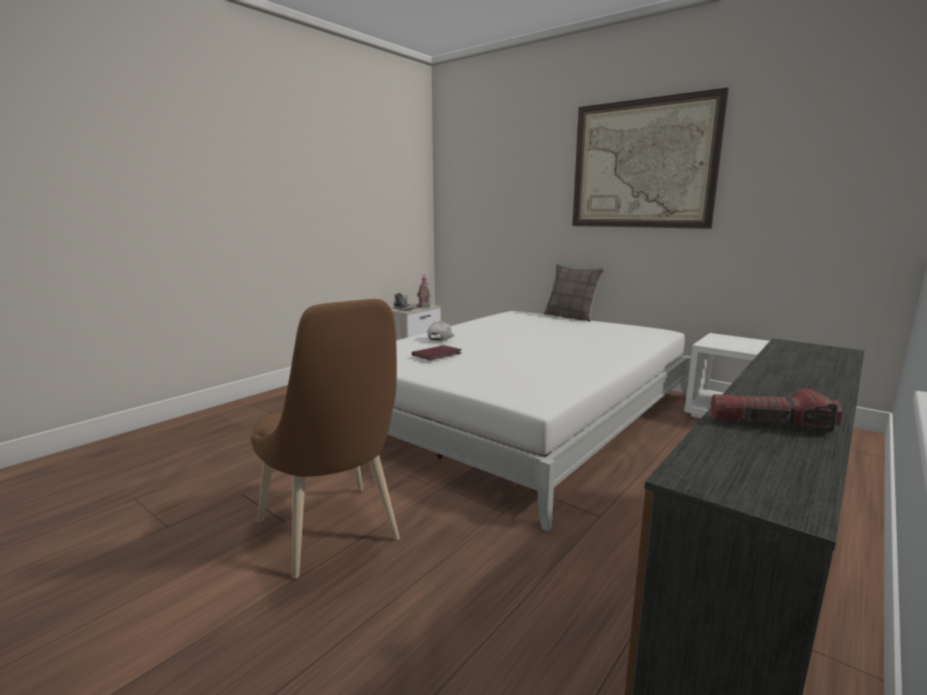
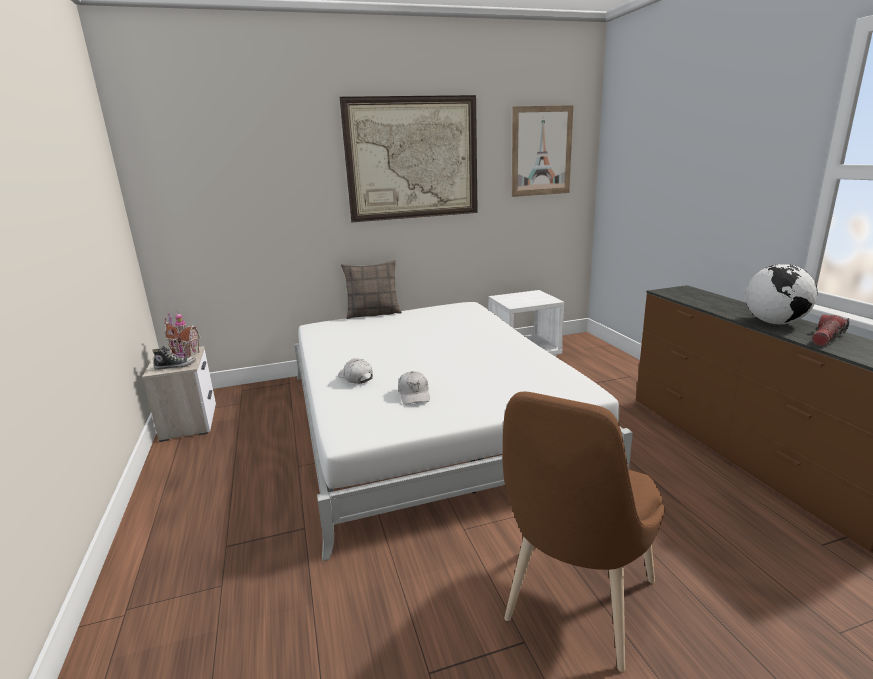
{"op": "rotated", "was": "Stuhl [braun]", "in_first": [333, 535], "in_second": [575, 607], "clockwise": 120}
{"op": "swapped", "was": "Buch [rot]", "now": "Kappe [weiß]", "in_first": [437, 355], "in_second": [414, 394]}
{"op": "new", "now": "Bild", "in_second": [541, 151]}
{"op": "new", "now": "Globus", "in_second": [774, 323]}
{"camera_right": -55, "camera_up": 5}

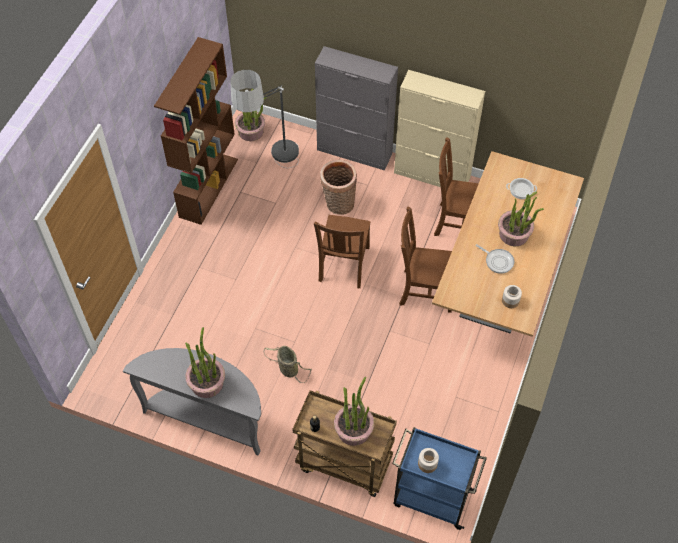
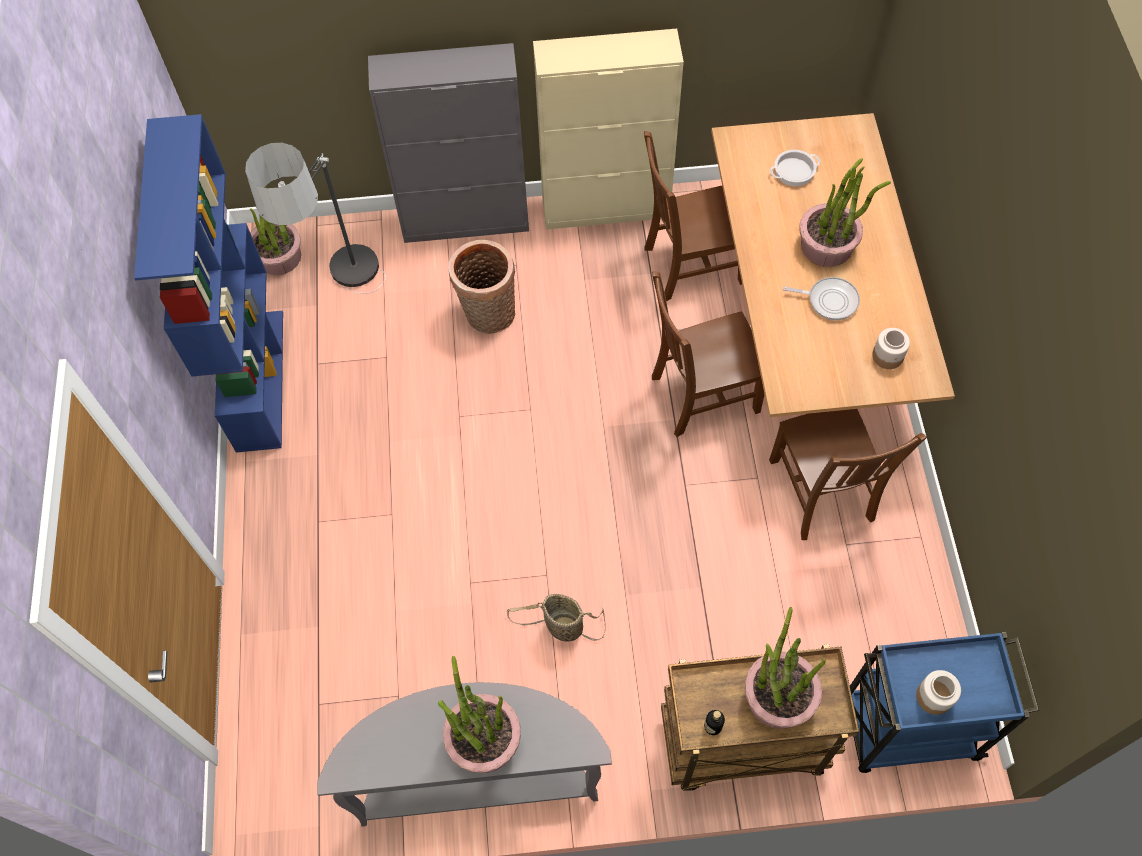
{"op": "repainted", "was": "Bücherregal [braun]", "now": "Bücherregal [blau]", "in_first": [208, 187], "in_second": [259, 379]}
{"op": "shifted", "was": "Stuhl [braun]", "in_first": [343, 265], "in_second": [822, 493]}
{"camera_right": -25, "camera_up": 5}

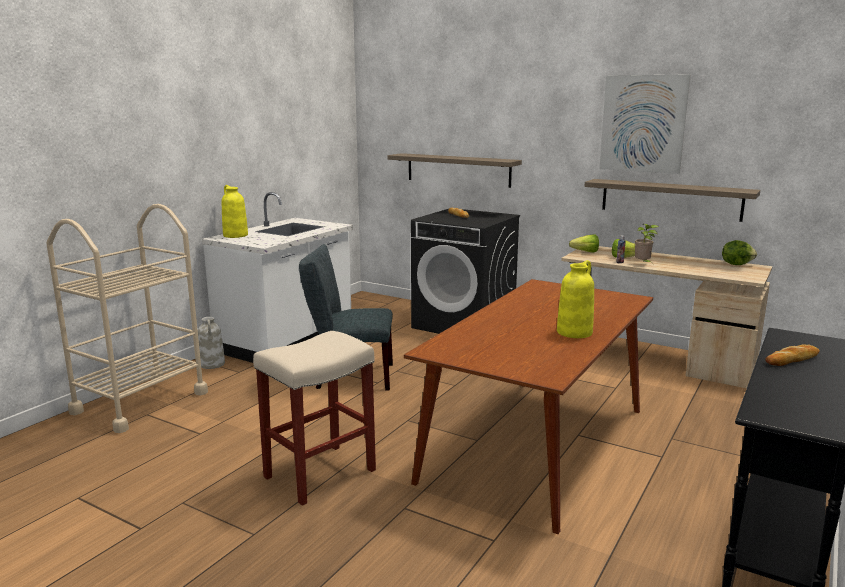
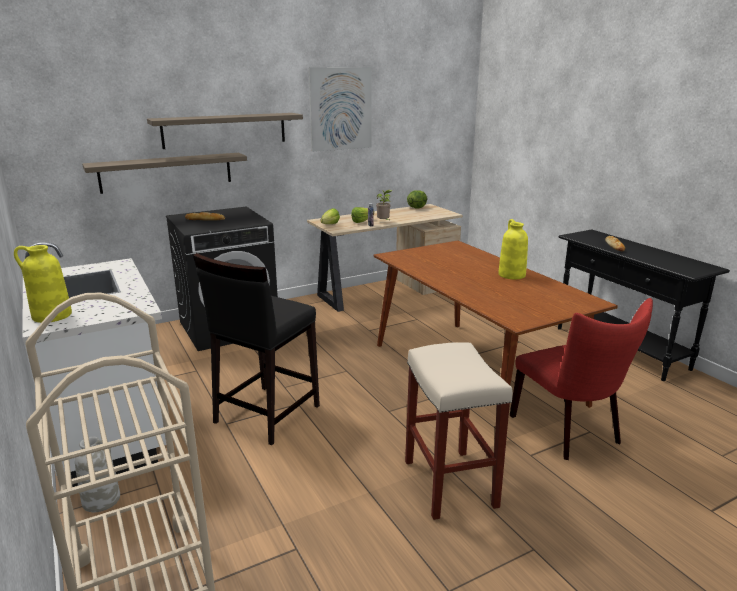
{"op": "swapped", "was": "Stuhl [grau]", "now": "Hocker [schwarz]", "in_first": [349, 376], "in_second": [266, 414]}
{"op": "shifted", "was": "Wandregal", "in_first": [670, 199], "in_second": [225, 130]}
{"op": "new", "now": "Stuhl [rot]", "in_second": [570, 432]}
{"camera_right": -60, "camera_up": 5}

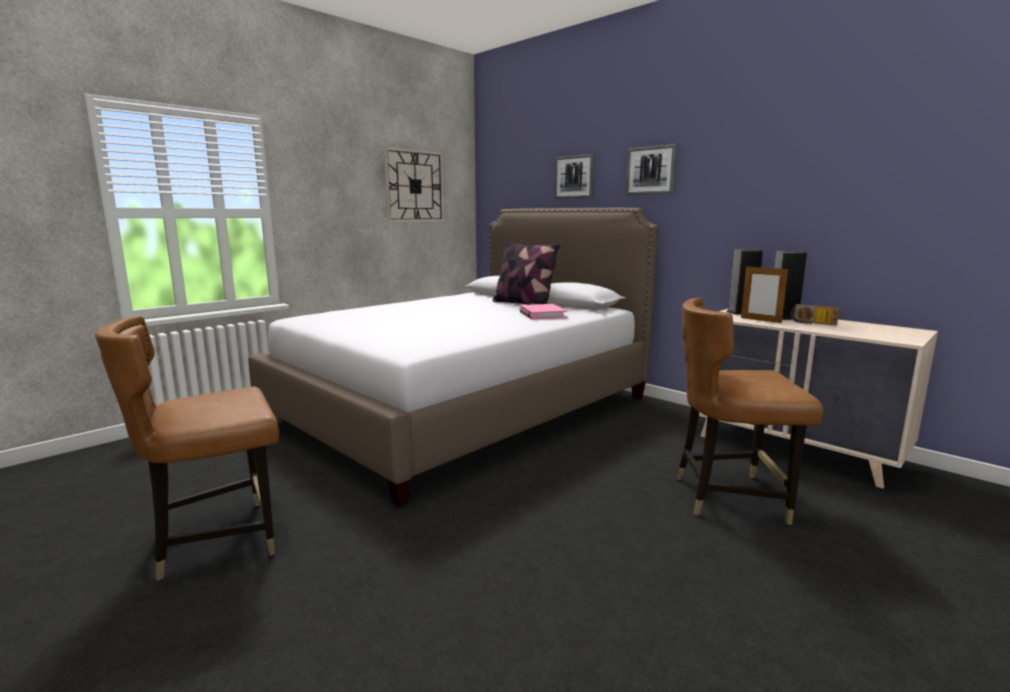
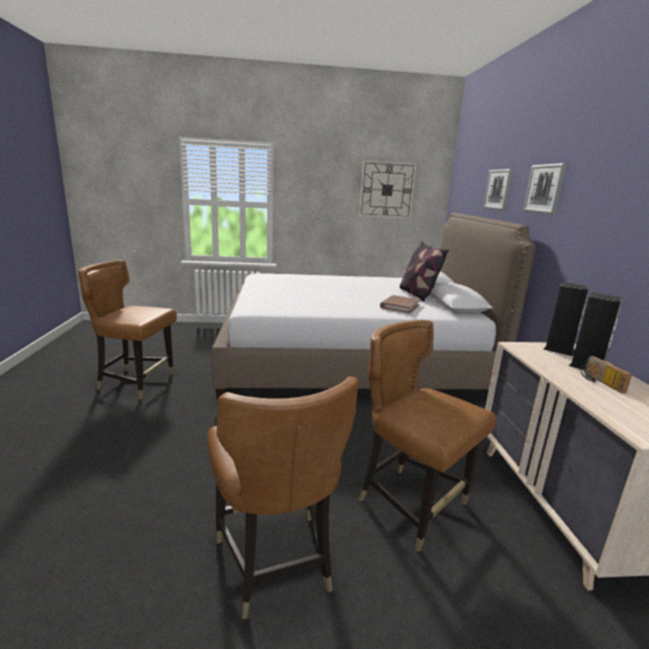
{"op": "repainted", "was": "Buch [rosa]", "now": "Buch [braun]", "in_first": [542, 314], "in_second": [400, 306]}
{"op": "gone", "was": "Bilderrahmen", "in_first": [760, 320]}
{"op": "new", "now": "Stuhl [braun]", "in_second": [275, 561]}
{"camera_right": 40, "camera_up": 5}

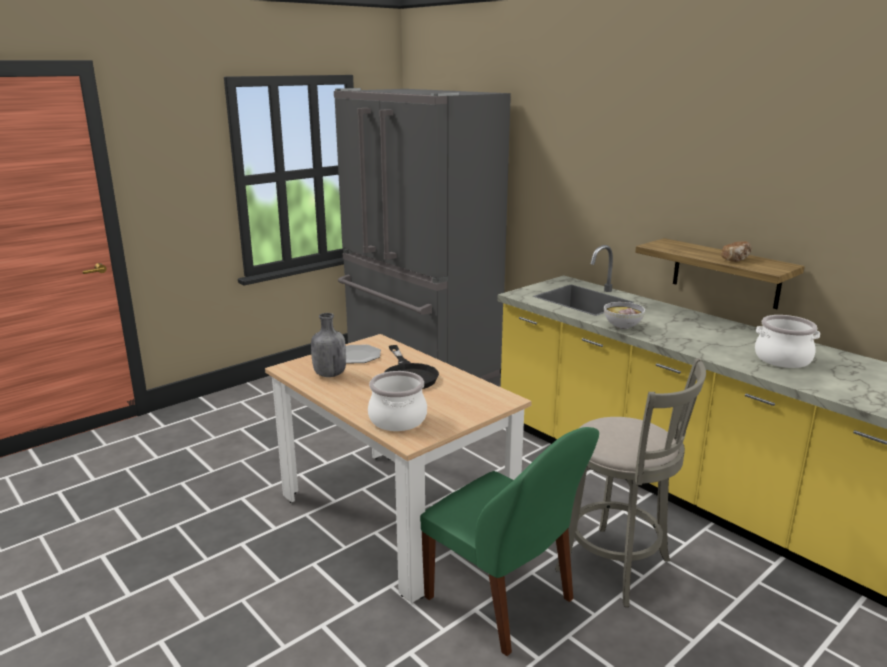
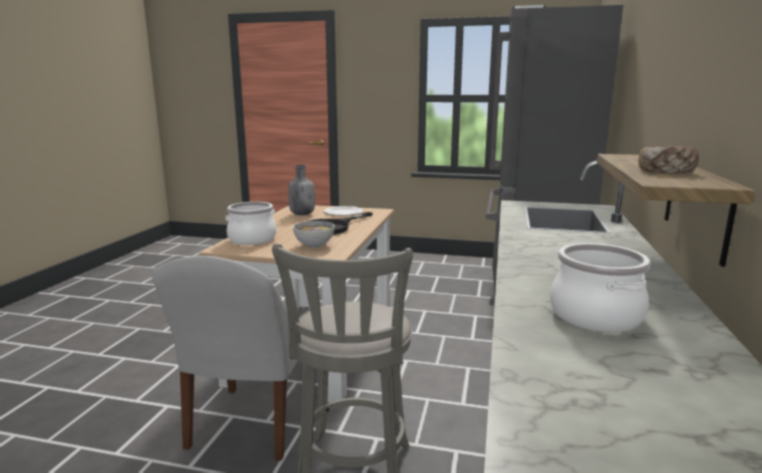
{"op": "repainted", "was": "Stuhl [grün]", "now": "Stuhl [weiß]", "in_first": [502, 601], "in_second": [251, 424]}
{"op": "shifted", "was": "Schüssel", "in_first": [622, 327], "in_second": [314, 245]}
{"camera_right": 55, "camera_up": -5}

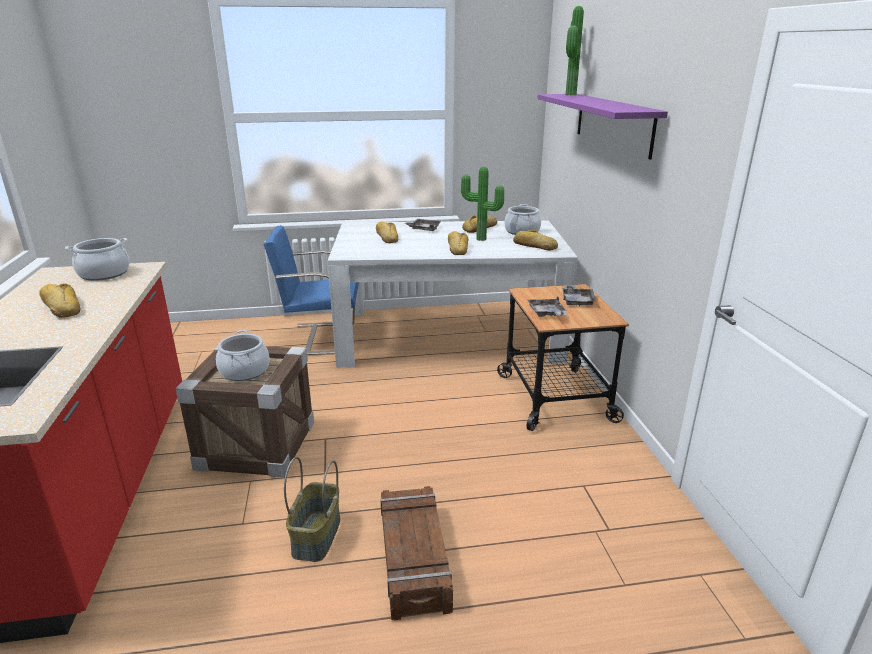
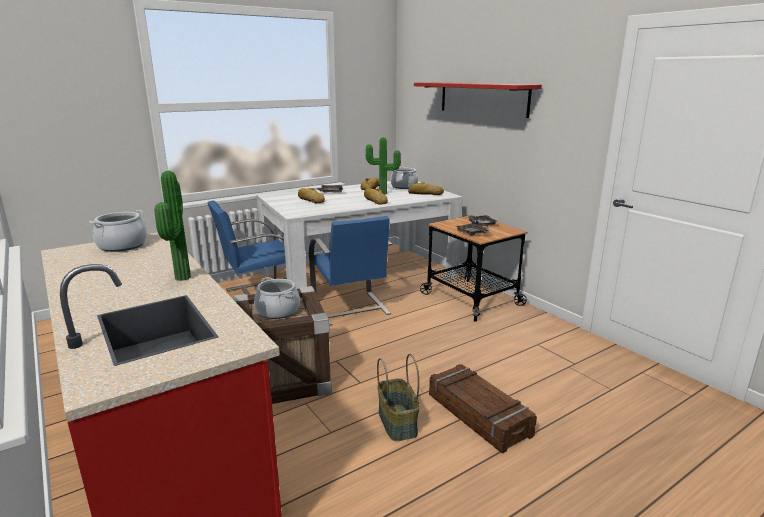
{"op": "gone", "was": "Brot", "in_first": [62, 307]}
{"op": "repainted", "was": "Wandregal [lila]", "now": "Wandregal [rot]", "in_first": [613, 123], "in_second": [482, 98]}
{"op": "shifted", "was": "Topfpflanze", "in_first": [568, 94], "in_second": [179, 278]}
{"op": "new", "now": "Stuhl [blau]", "in_second": [350, 309]}
{"camera_right": -25, "camera_up": -5}

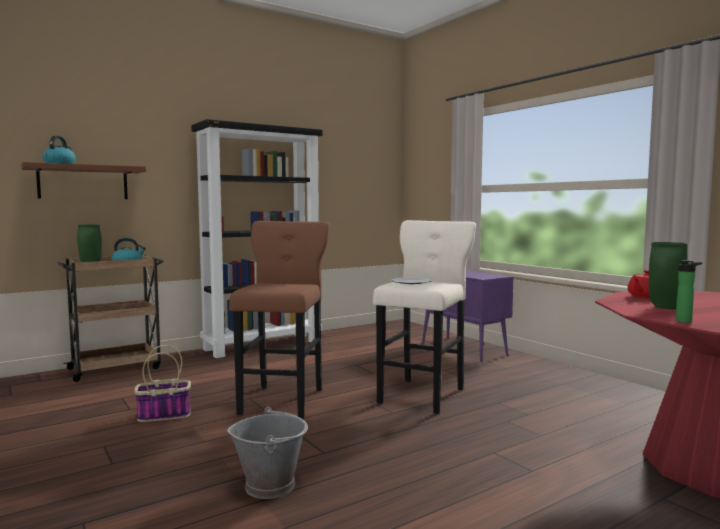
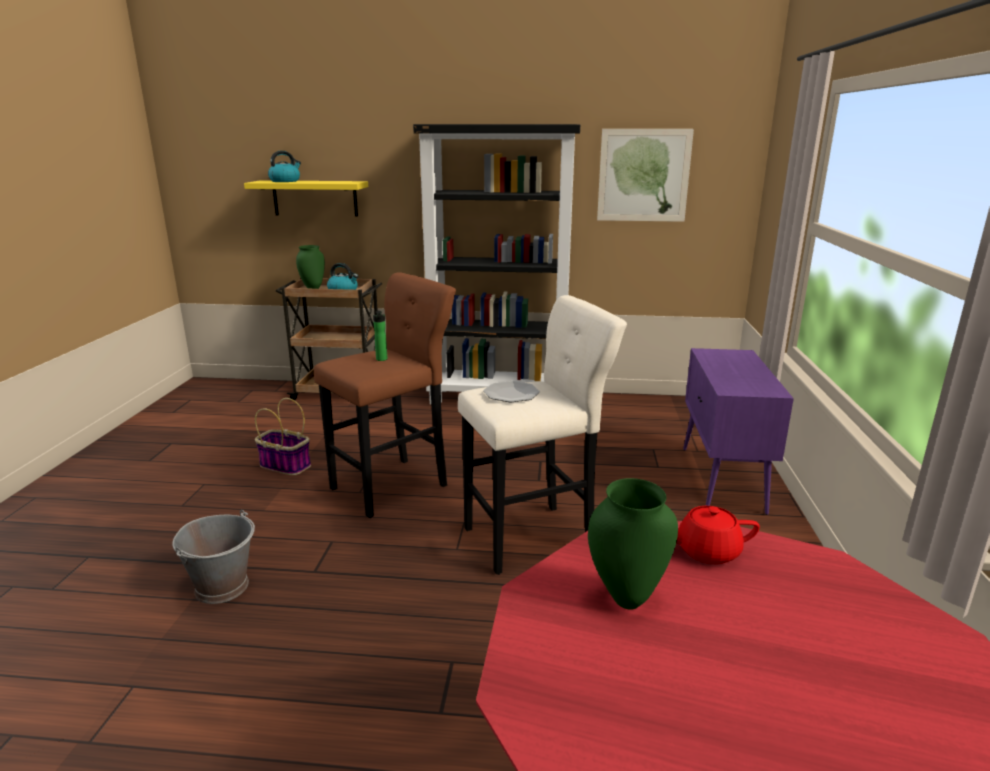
{"op": "repainted", "was": "Wandregal [braun]", "now": "Wandregal [gelb]", "in_first": [83, 182], "in_second": [315, 198]}
{"op": "shifted", "was": "Flasche", "in_first": [686, 321], "in_second": [382, 360]}
{"op": "new", "now": "Bild", "in_second": [643, 175]}
{"camera_right": 40, "camera_up": 15}

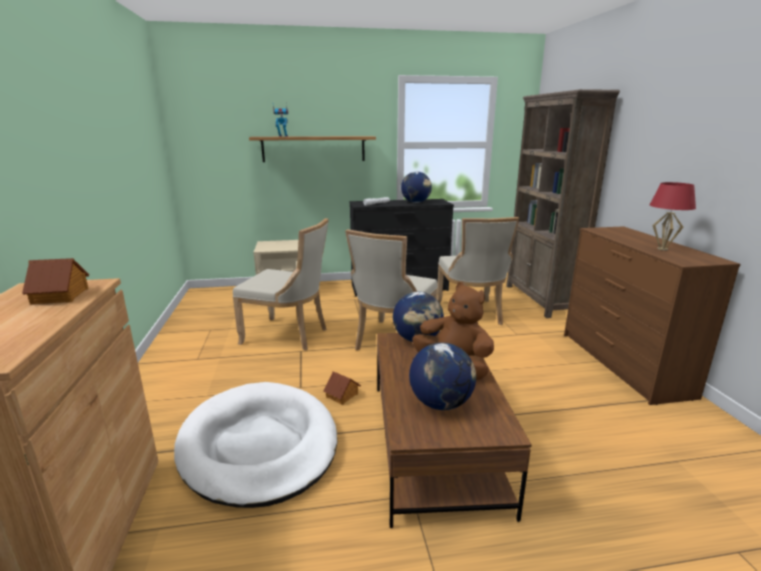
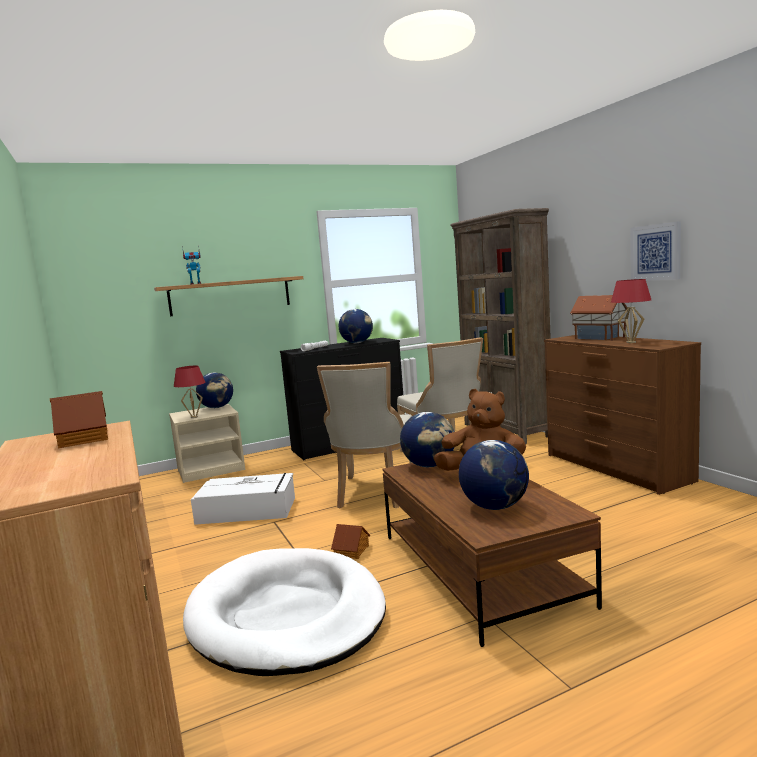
{"op": "swapped", "was": "Stuhl [beige]", "now": "Aufbewahrungsbox [weiß]", "in_first": [288, 335], "in_second": [248, 510]}
{"op": "new", "now": "Tischlampe [rot]", "in_second": [194, 417]}
{"op": "new", "now": "Globus", "in_second": [217, 407]}
{"op": "new", "now": "Spielzeughaus", "in_second": [599, 338]}
{"op": "new", "now": "Bild", "in_second": [655, 252]}
{"camera_right": -15, "camera_up": -10}

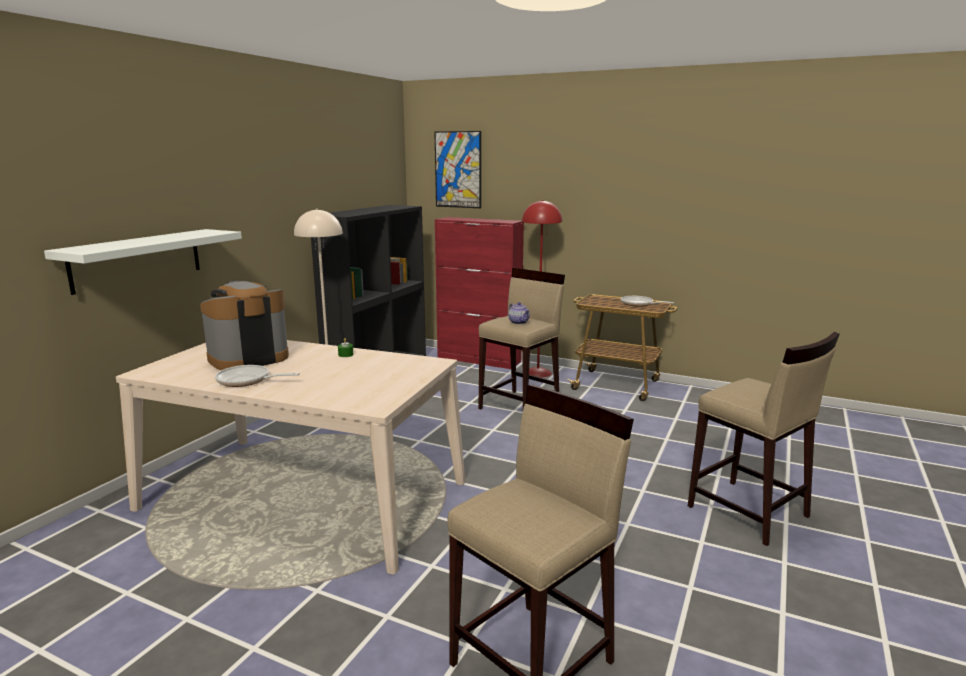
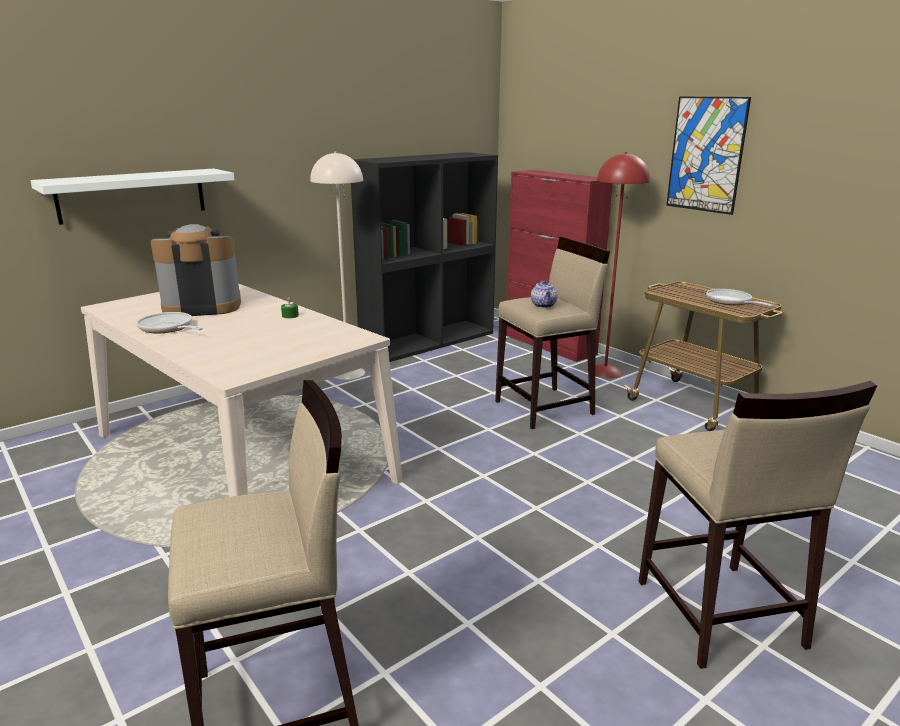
{"op": "shifted", "was": "Bild", "in_first": [458, 169], "in_second": [706, 154]}
{"camera_right": 25, "camera_up": 5}

